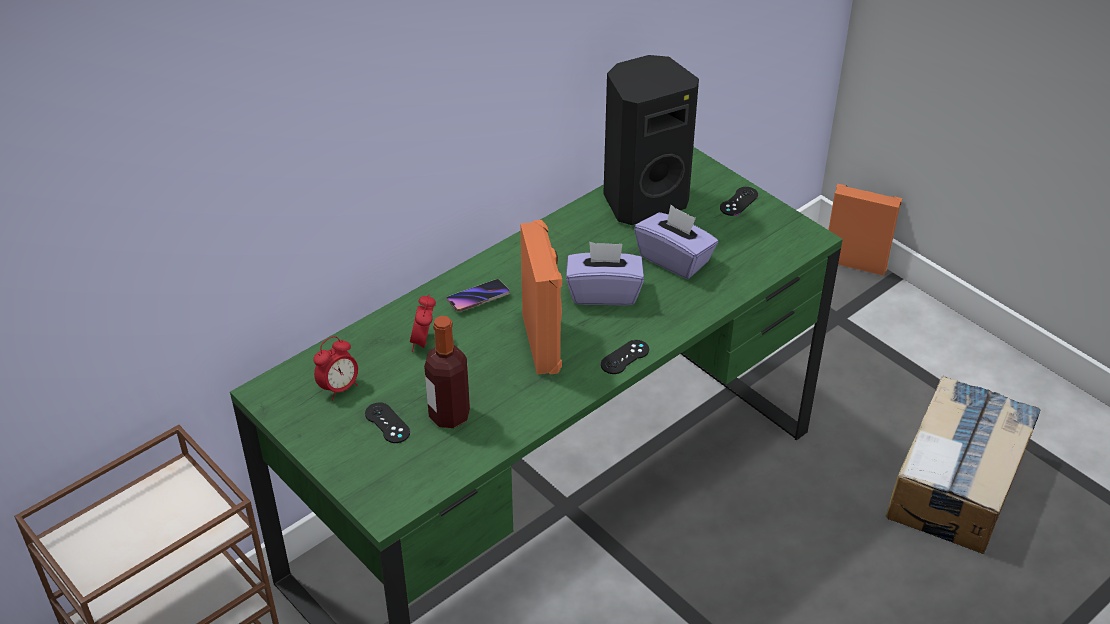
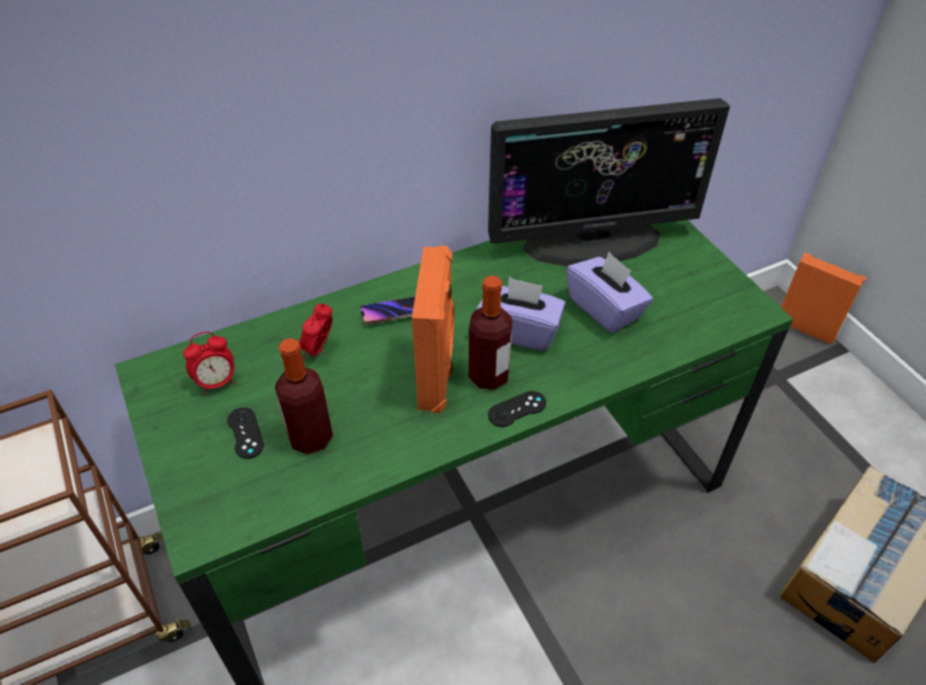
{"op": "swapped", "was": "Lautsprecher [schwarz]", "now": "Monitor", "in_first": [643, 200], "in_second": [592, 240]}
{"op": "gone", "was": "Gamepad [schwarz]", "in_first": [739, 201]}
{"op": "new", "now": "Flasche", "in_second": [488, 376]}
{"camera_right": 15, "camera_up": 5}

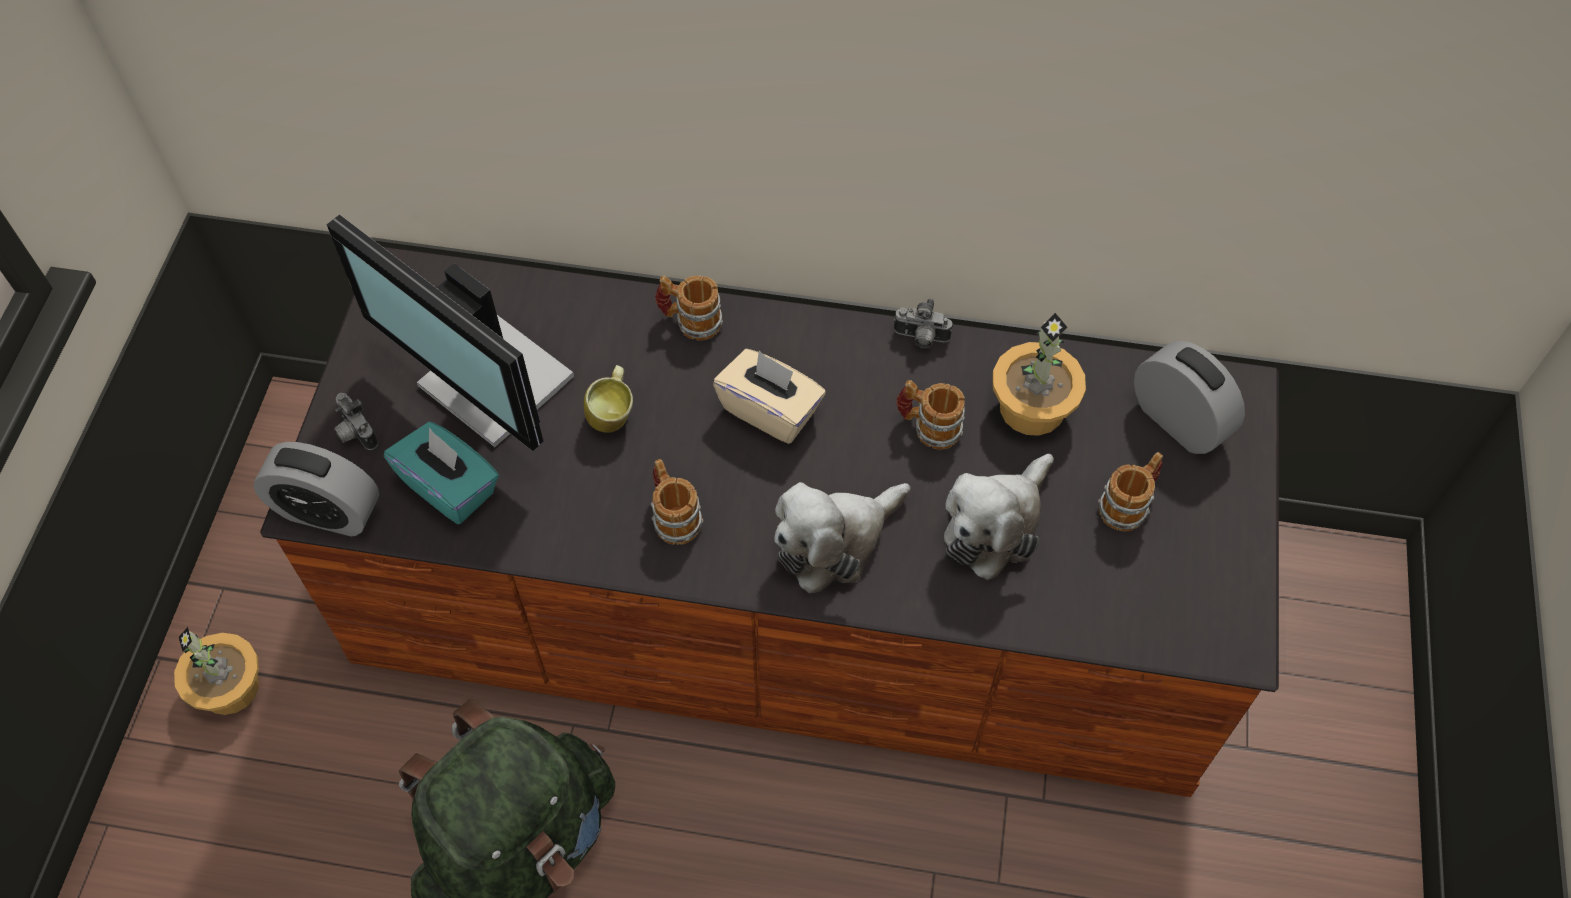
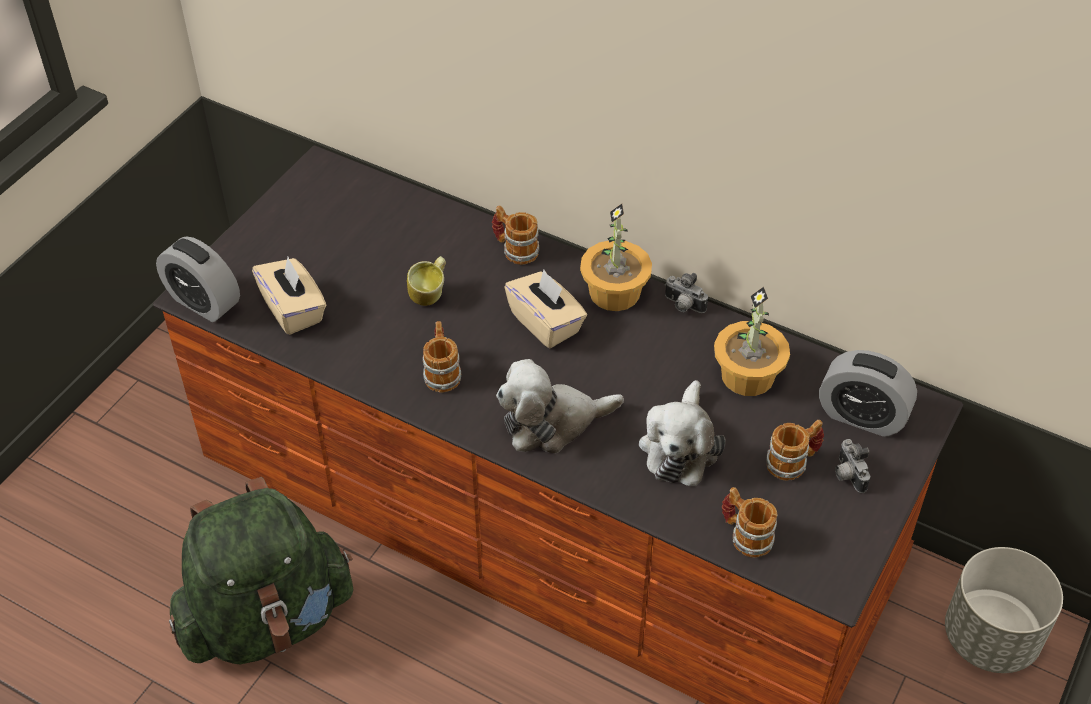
{"op": "shifted", "was": "Topfpflanze", "in_first": [231, 687], "in_second": [615, 292]}
{"op": "gone", "was": "Monitor", "in_first": [492, 387]}
{"op": "shifted", "was": "Kamera", "in_first": [354, 432], "in_second": [847, 475]}
{"op": "repainted", "was": "Taschentuchbox [türkis]", "now": "Taschentuchbox [beige]", "in_first": [450, 487], "in_second": [293, 310]}
{"op": "shifted", "was": "Henkelbecher", "in_first": [928, 427], "in_second": [745, 535]}
{"op": "rotated", "was": "Plüschtier", "in_first": [995, 525], "in_second": [680, 446], "clockwise": -45}
{"op": "rotated", "was": "Wecker", "in_first": [1178, 420], "in_second": [862, 416], "clockwise": 135}
{"op": "new", "now": "Pflanzkübel [grau]", "in_second": [991, 638]}
{"camera_right": 20, "camera_up": -10}

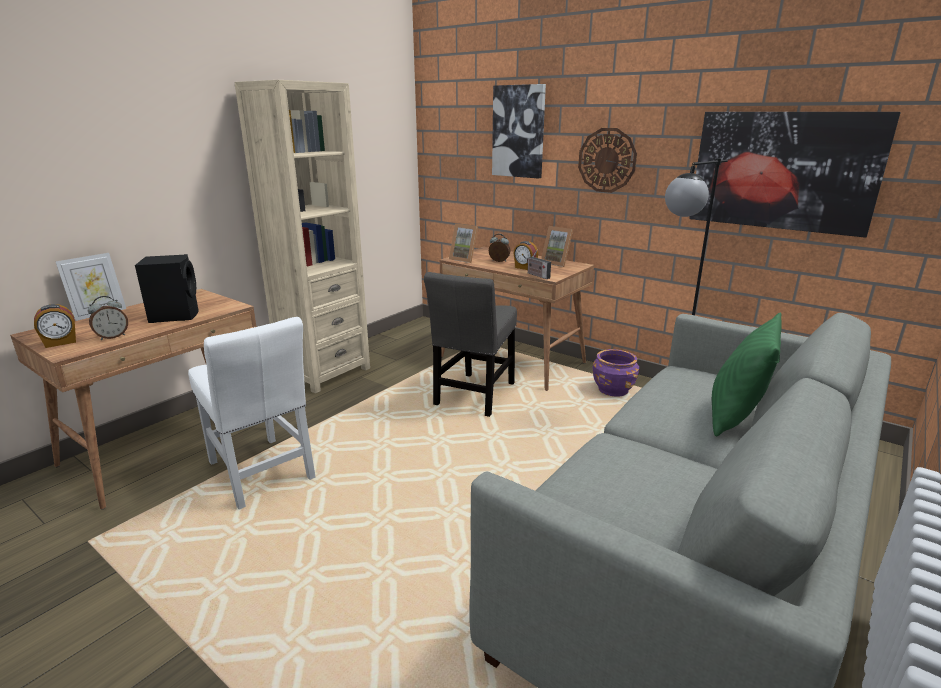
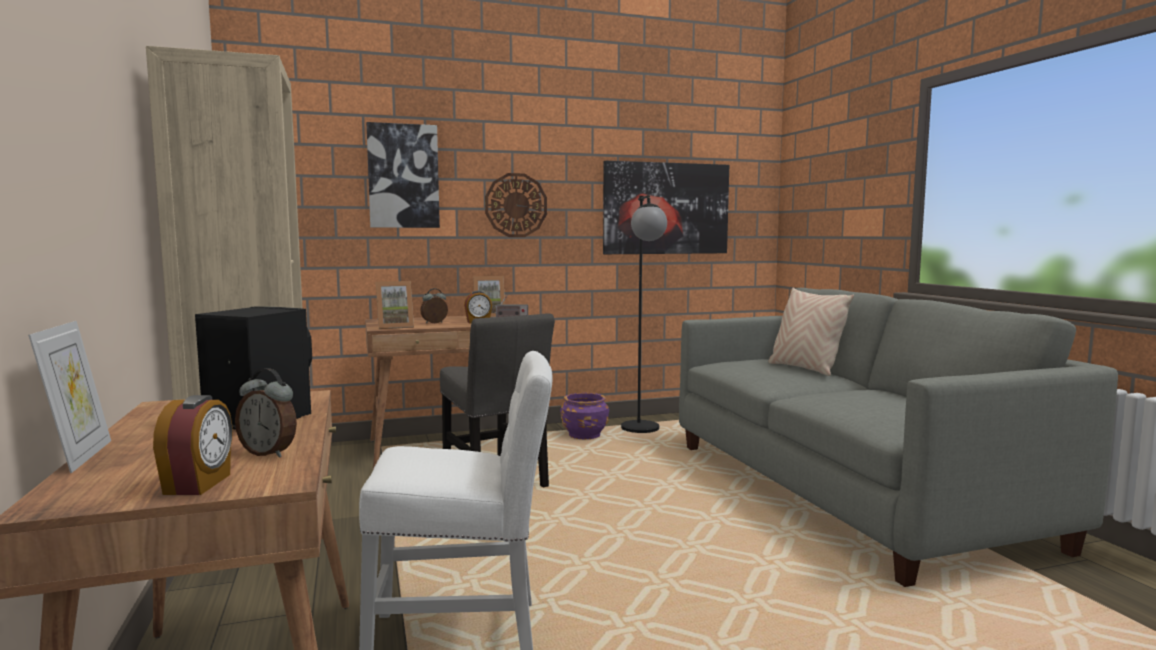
{"op": "rotated", "was": "Wecker", "in_first": [112, 337], "in_second": [269, 453], "clockwise": 120}
{"op": "repainted", "was": "Kissen [grün]", "now": "Kissen [beige]", "in_first": [735, 417], "in_second": [805, 369]}
{"camera_right": -55, "camera_up": -15}

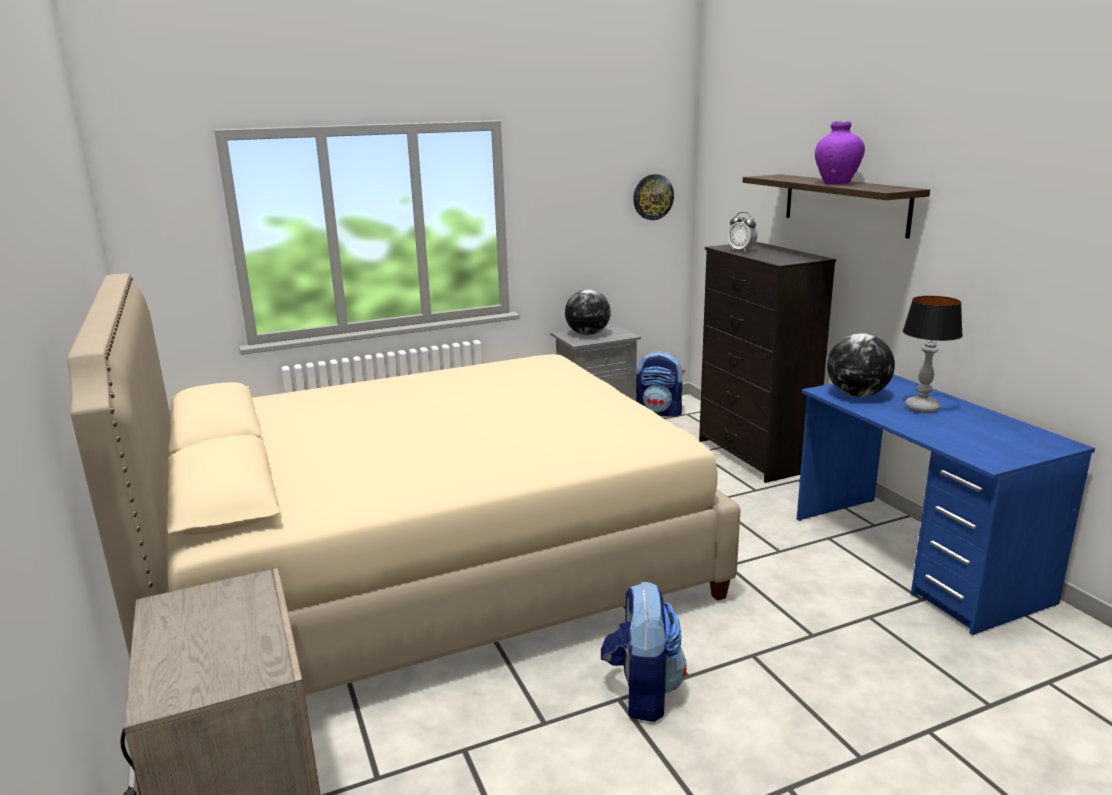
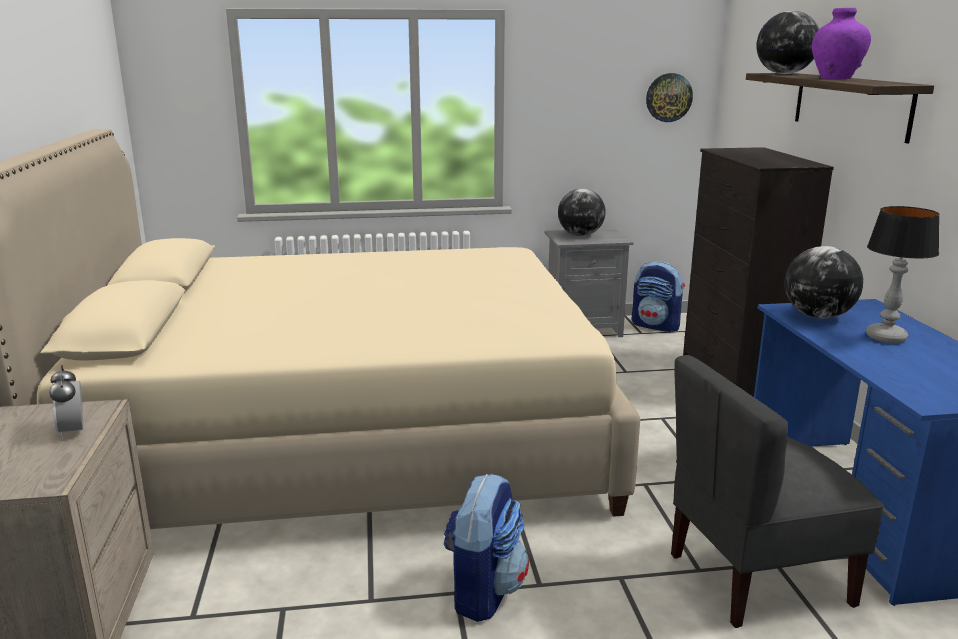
{"op": "shifted", "was": "Wecker", "in_first": [741, 250], "in_second": [73, 431]}
{"op": "new", "now": "Stuhl [grau]", "in_second": [756, 578]}
{"op": "new", "now": "Globus", "in_second": [784, 74]}
{"camera_right": 15, "camera_up": 0}

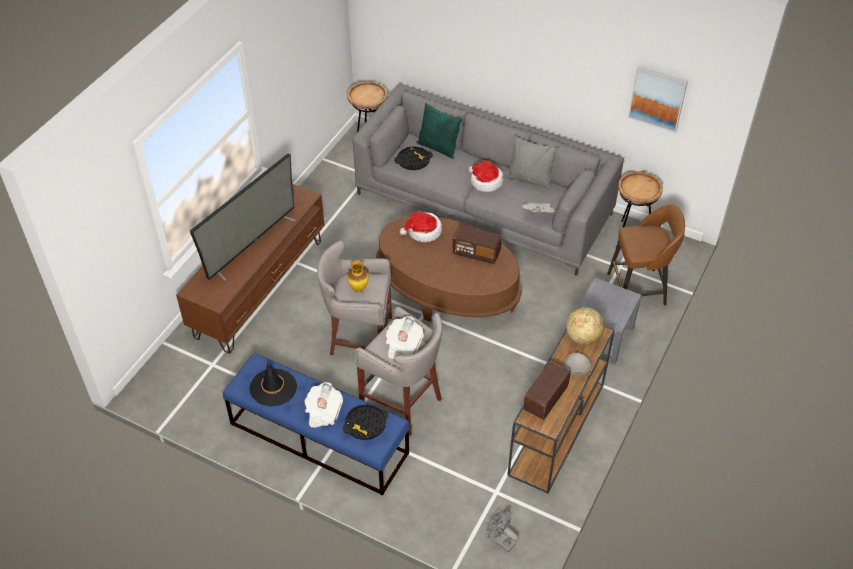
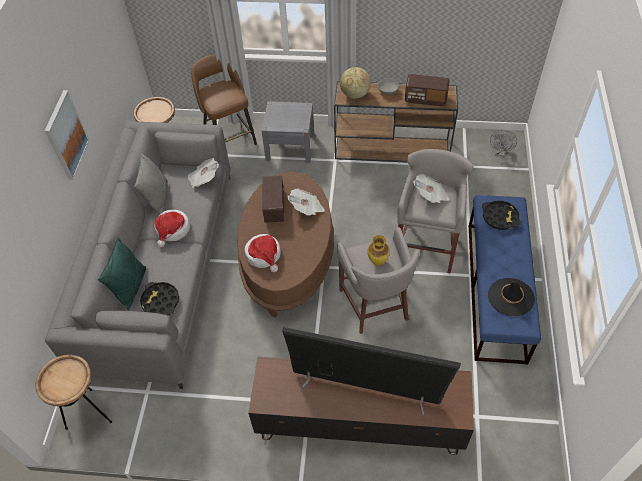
{"op": "shifted", "was": "Zeitung", "in_first": [323, 412], "in_second": [307, 208]}
{"op": "shifted", "was": "Bild", "in_first": [657, 98], "in_second": [65, 135]}
{"camera_right": -110, "camera_up": 5}

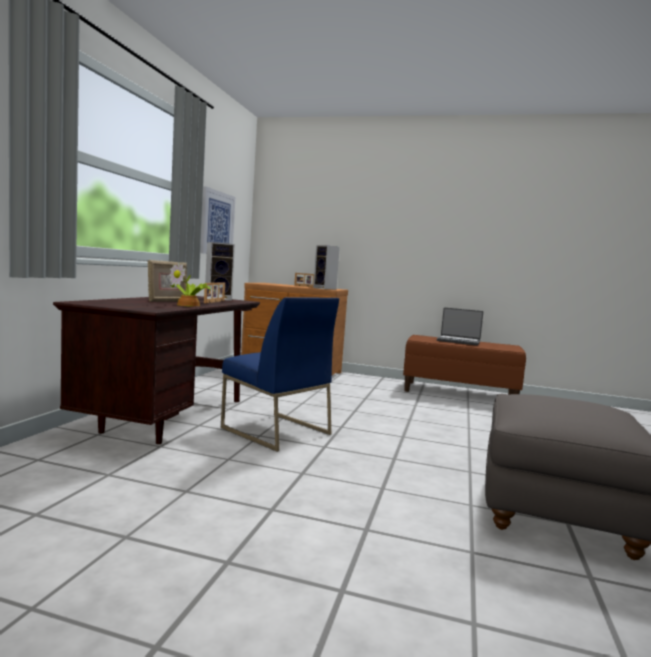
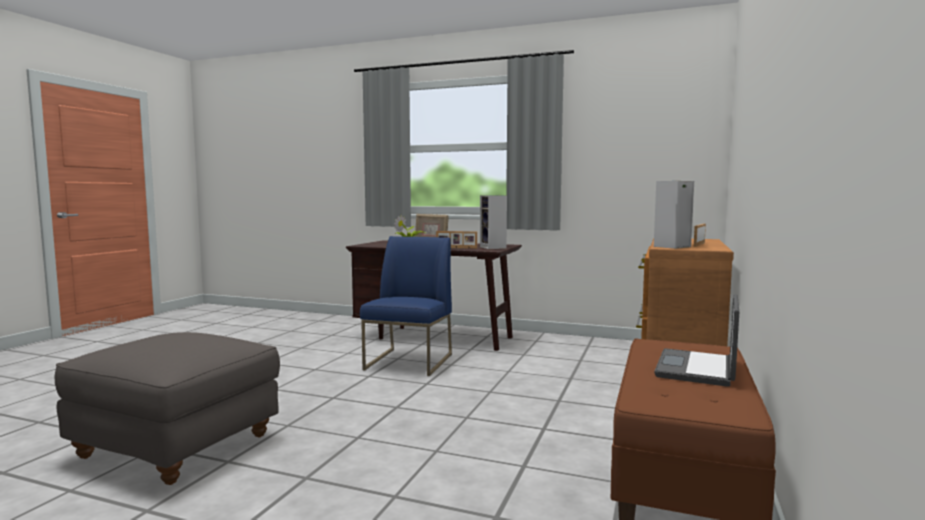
{"op": "gone", "was": "Bild", "in_first": [217, 223]}
{"op": "rotated", "was": "Stuhl [blau]", "in_first": [274, 431], "in_second": [409, 362], "clockwise": 150}
{"camera_right": 95, "camera_up": 0}

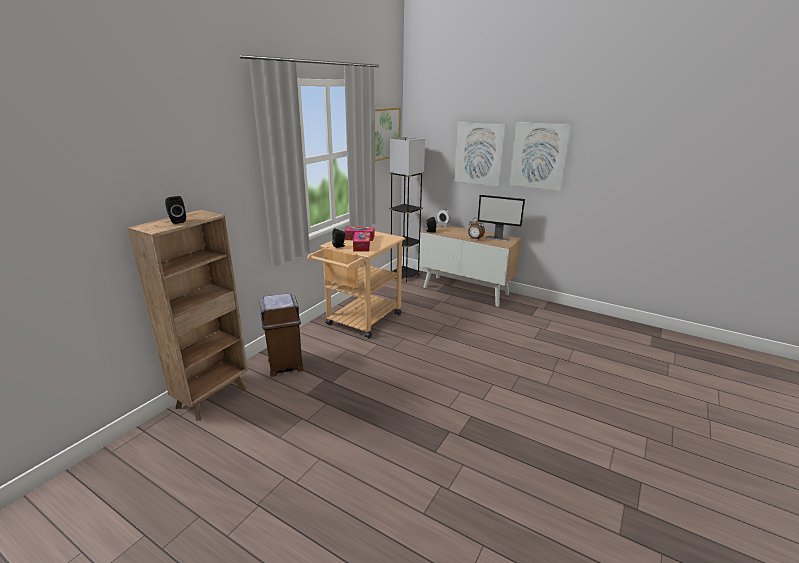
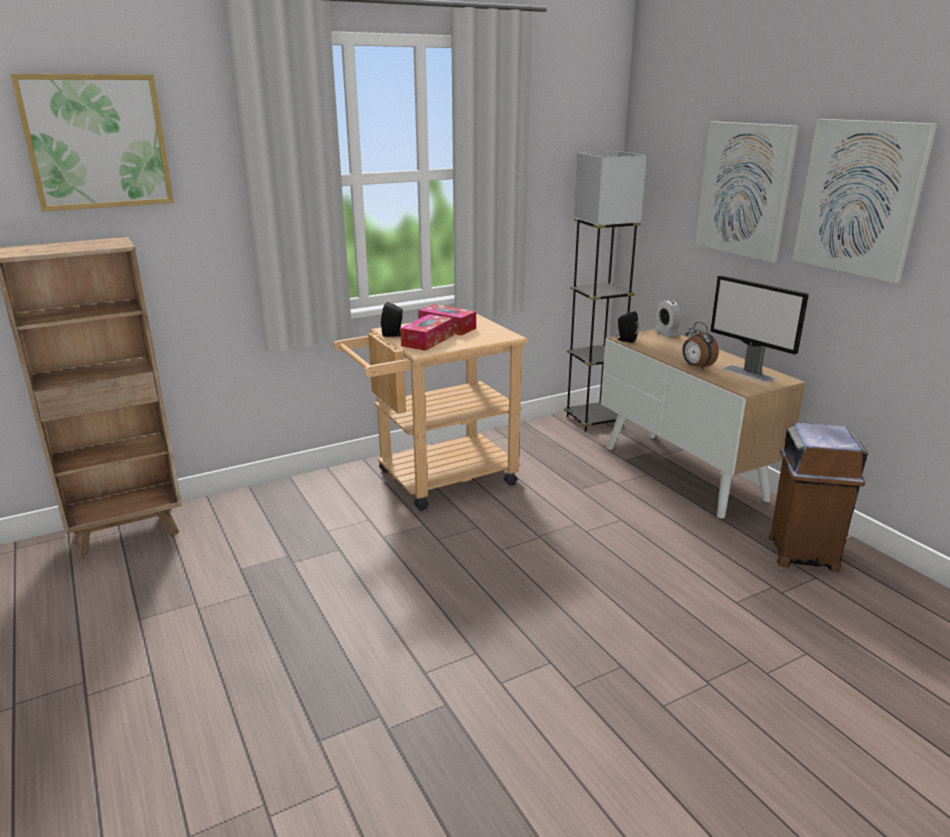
{"op": "gone", "was": "Lautsprecher [schwarz]", "in_first": [177, 221]}
{"op": "shifted", "was": "Mülleimer [braun]", "in_first": [285, 365], "in_second": [802, 552]}
{"op": "shifted", "was": "Bild", "in_first": [384, 133], "in_second": [97, 142]}
{"camera_right": 30, "camera_up": 0}

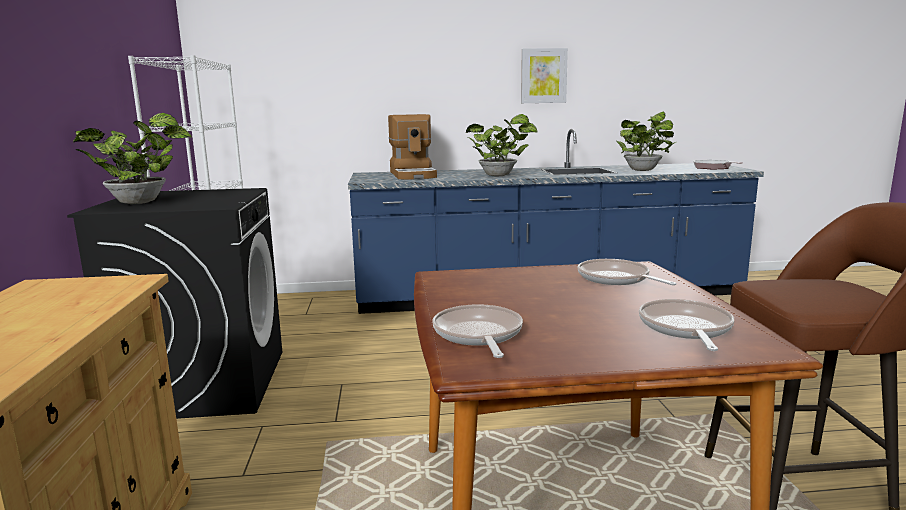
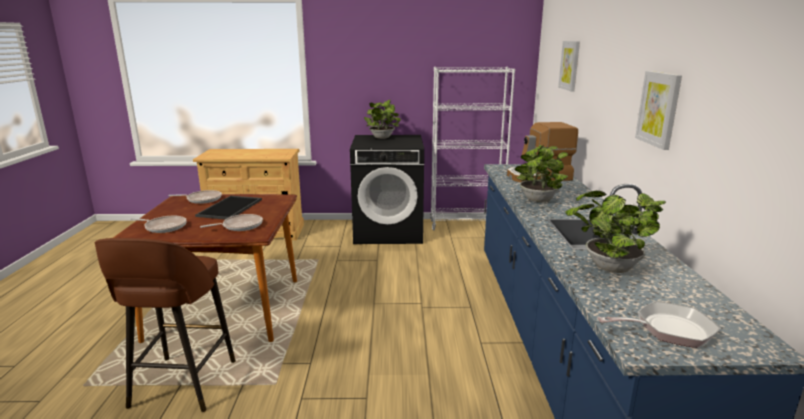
{"op": "new", "now": "Tablett", "in_second": [230, 208]}
{"op": "new", "now": "Bild", "in_second": [570, 65]}
{"camera_right": 95, "camera_up": 5}

